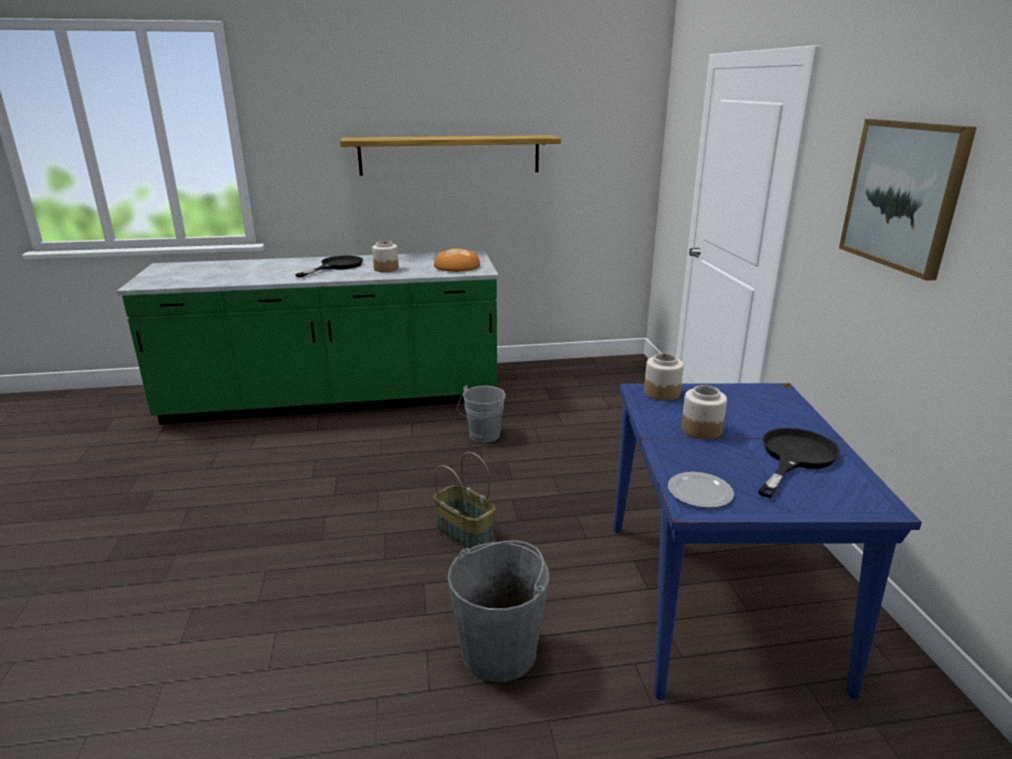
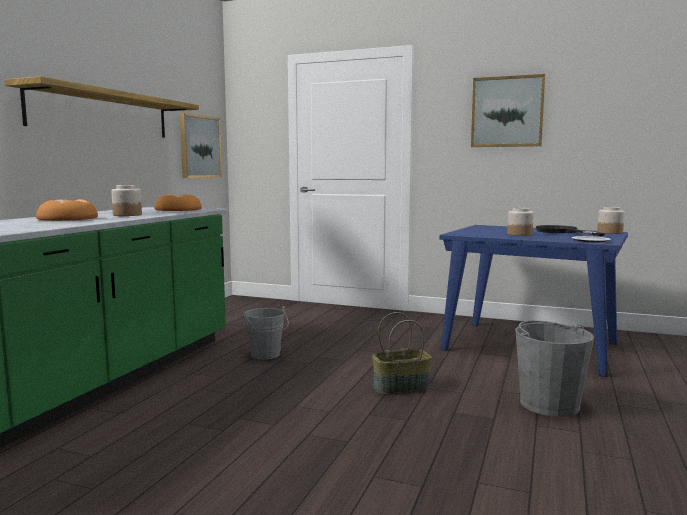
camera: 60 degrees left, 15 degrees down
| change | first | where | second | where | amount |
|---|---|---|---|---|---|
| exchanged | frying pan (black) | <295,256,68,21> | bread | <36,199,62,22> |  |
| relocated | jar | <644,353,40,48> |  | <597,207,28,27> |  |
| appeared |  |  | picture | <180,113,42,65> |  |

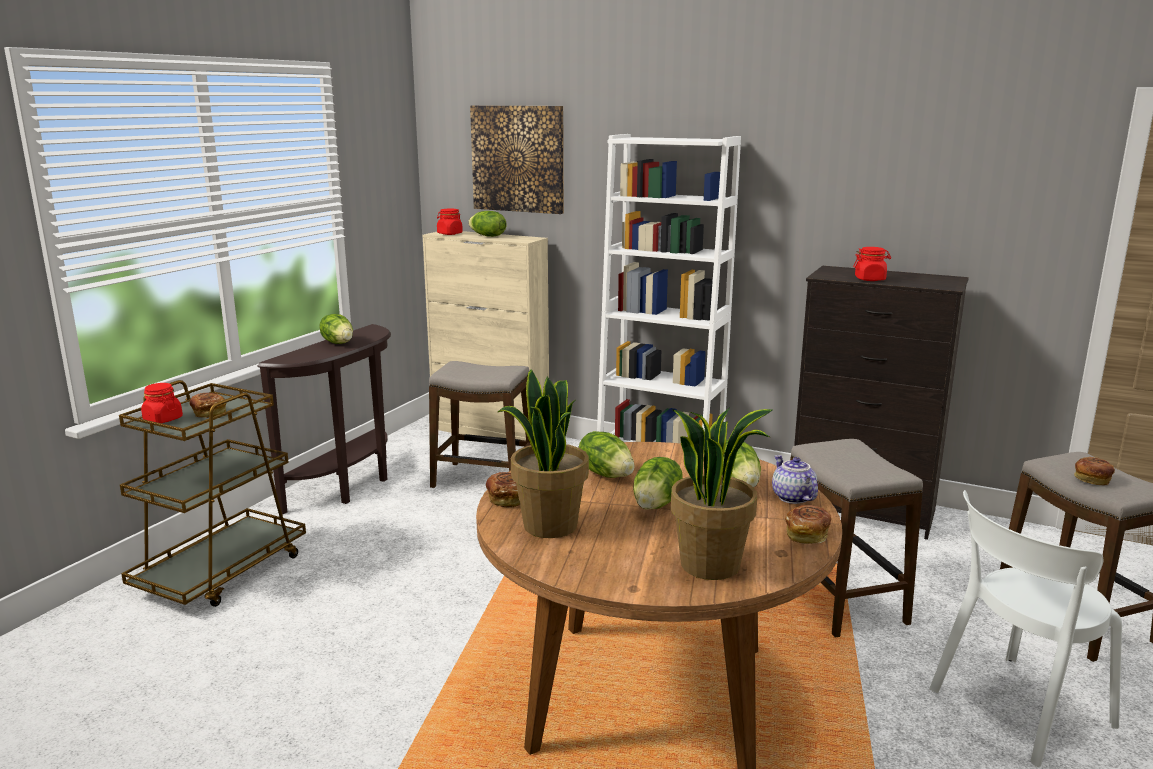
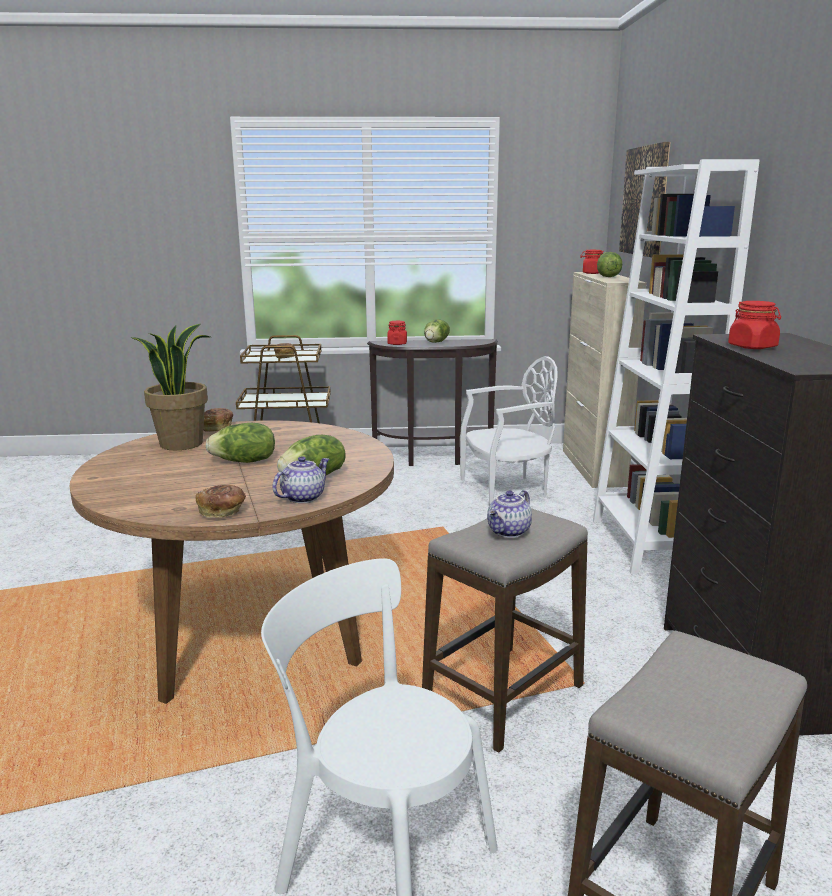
camera: 60 degrees right, 0 degrees up
| change | first | where | second | where | amount |
|---|---|---|---|---|---|
| exchanged | stool | <429,361,102,127> | chair (white) | <460,356,97,149> |  |
| relocated | jar (red) | <141,383,42,40> |  | <387,321,20,24> |  |
| missing | potted plant | <671,408,102,172> |  |  |  |
| missing | lettuce | <579,431,55,47> |  |  |  |
| missing | bread | <1074,457,41,28> |  |  |  |
| appeared |  |  | teapot | <487,490,45,48> |  |

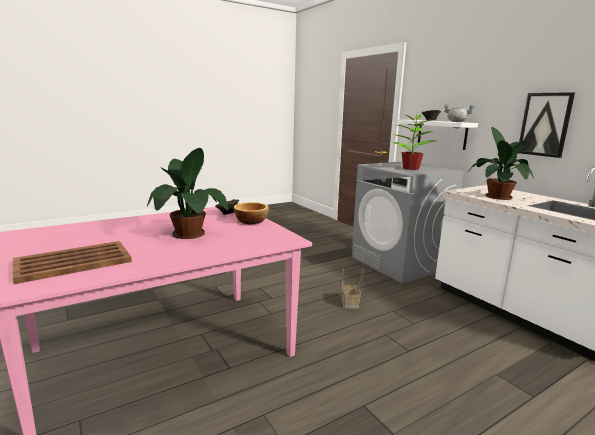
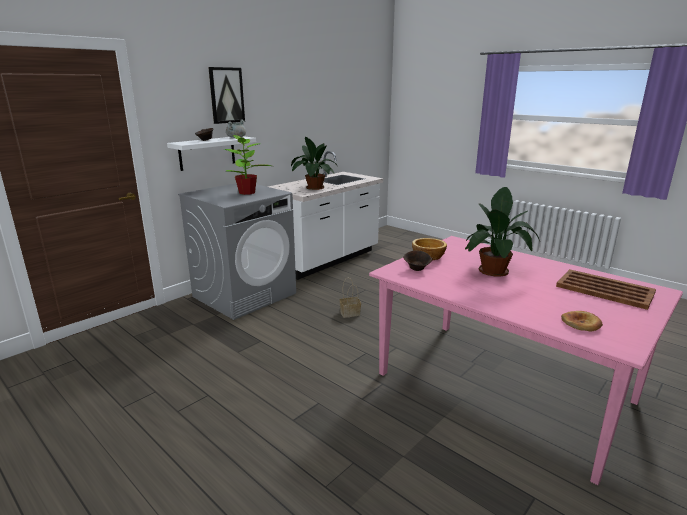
camera: 105 degrees left, 5 degrees up
| change | first | where | second | where | amount |
|---|---|---|---|---|---|
| relocated | picture | <519,92,56,66> |  | <208,67,37,57> |  |
| appeared |  |  | bread | <561,311,42,20> |  |

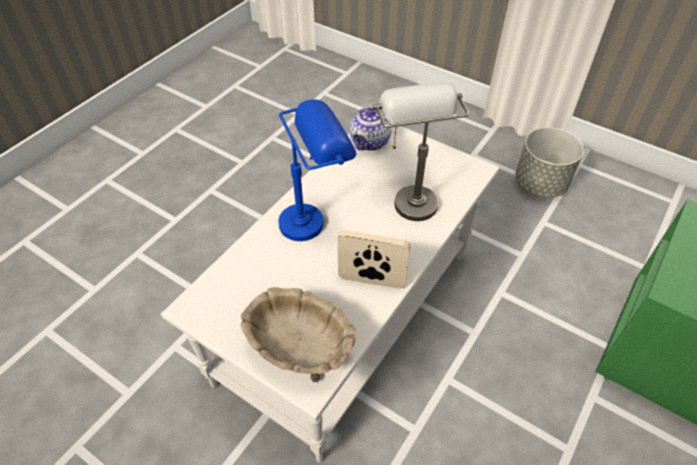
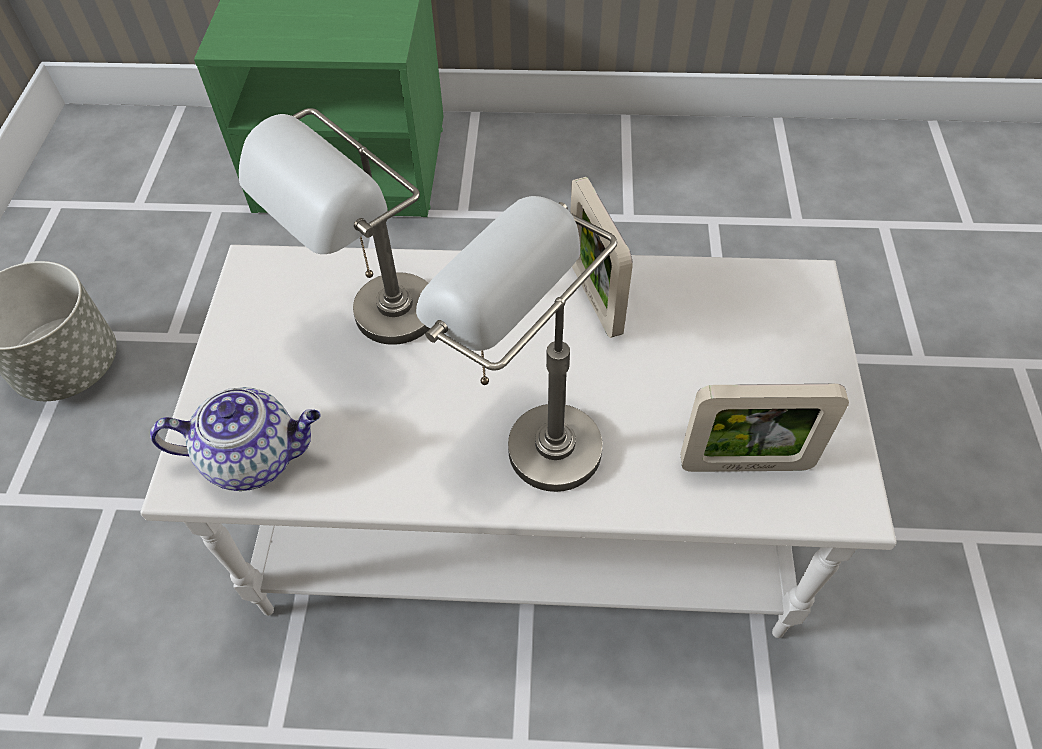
camera: 120 degrees left, 5 degrees up
| change | first | where | second | where | amount |
|---|---|---|---|---|---|
| colour | table lamp (blue) | <278,99,78,142> | table lamp (grey) | <416,196,201,296> |  |
| missing | bowl (beige) | <240,287,116,95> |  |  |  |
| appeared |  |  | picture frame | <680,384,169,88> |  |

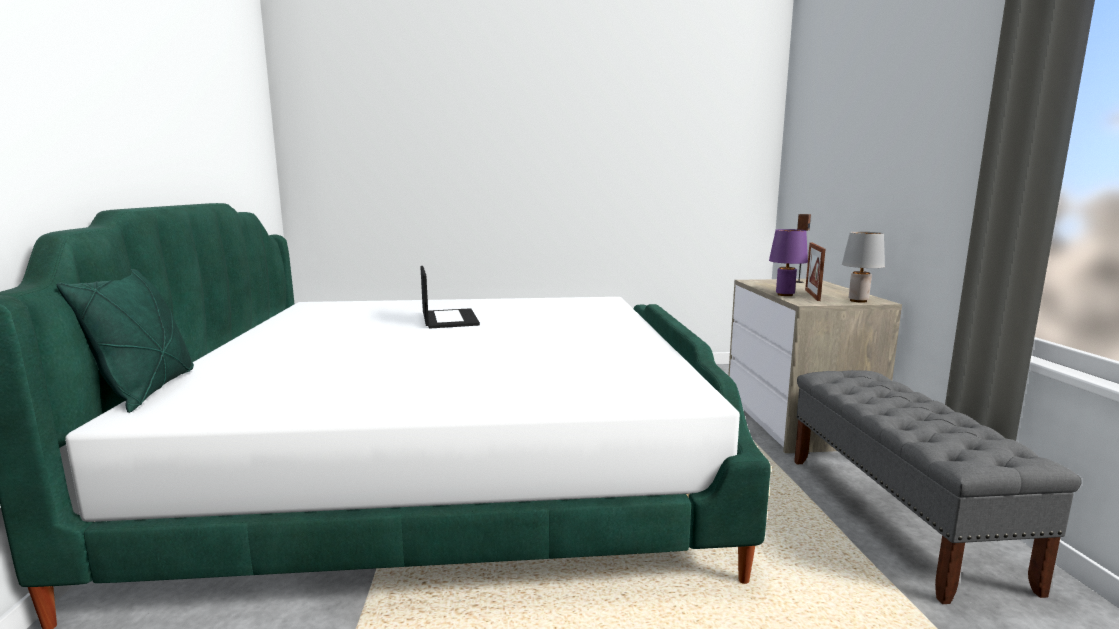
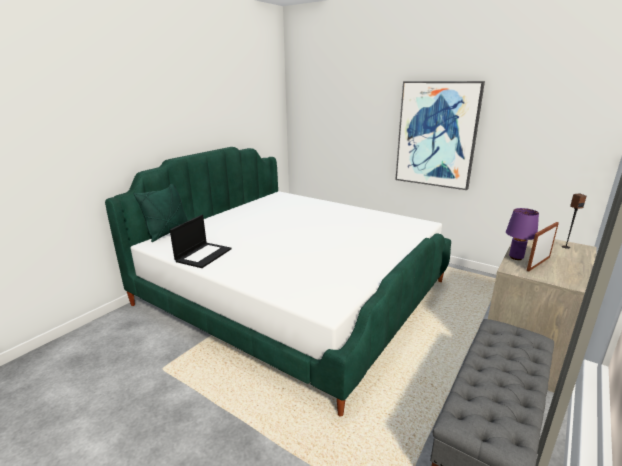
camera: 40 degrees right, 10 degrees up
| change | first | where | second | where | amount |
|---|---|---|---|---|---|
| missing | table lamp (grey) | <842,232,43,71> |  |  |  |
| relocated | laptop | <420,266,60,63> |  | <170,215,61,53> |  |
| appeared |  |  | picture | <395,81,90,109> |  |

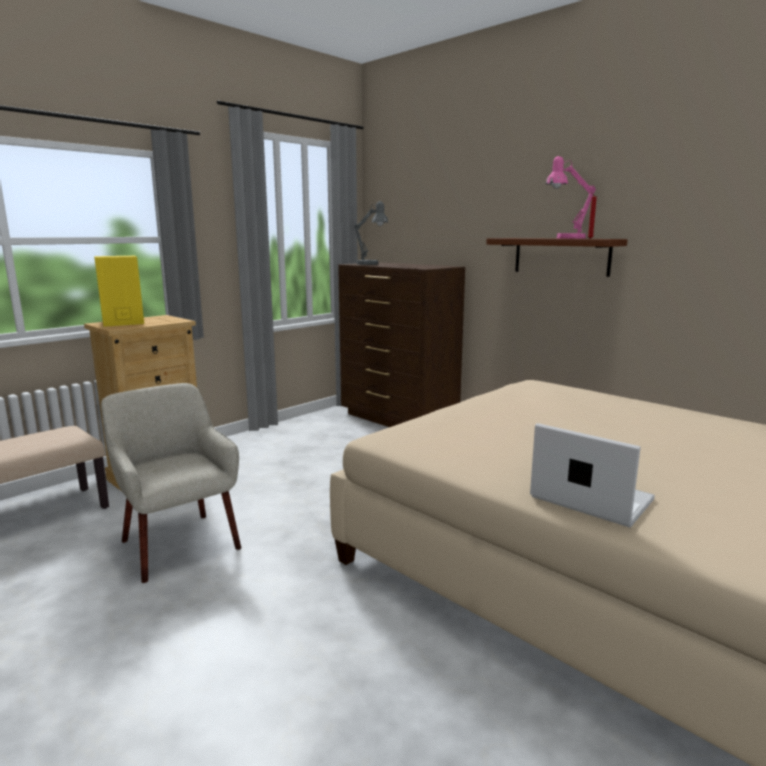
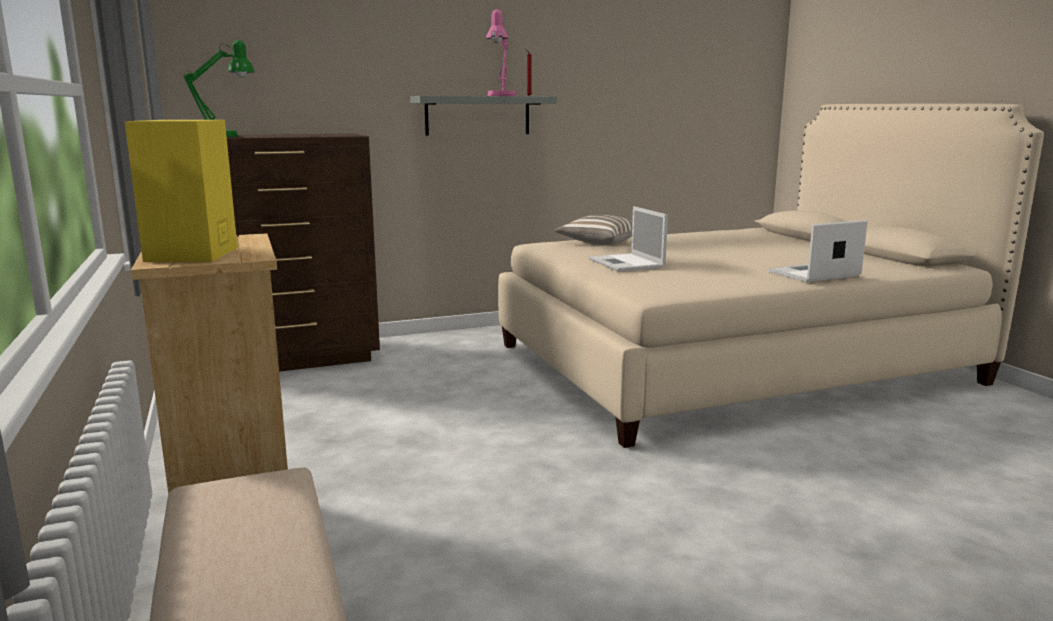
camera: 65 degrees left, 0 degrees up
| change | first | where | second | where | amount |
|---|---|---|---|---|---|
| colour | table lamp (grey) | <354,201,34,64> | table lamp (green) | <183,40,72,97> |  |
| colour | shelf (brown) | <486,238,142,39> | shelf (grey) | <410,96,147,40> |  |
| missing | armchair (beige) | <101,383,140,200> |  |  |  |
| appeared |  |  | laptop | <589,206,79,66> |  |
| appeared |  |  | pillow | <554,215,78,30> |  |

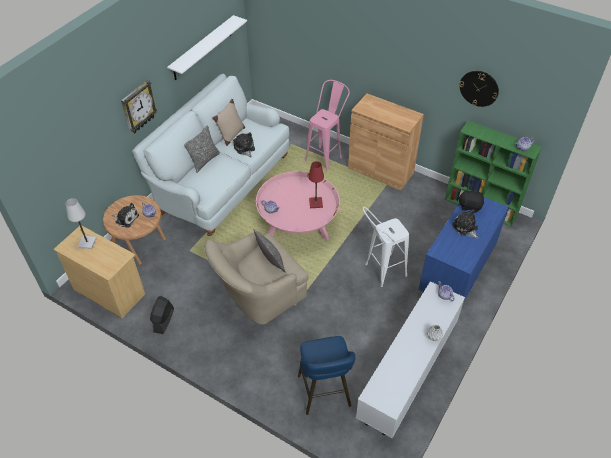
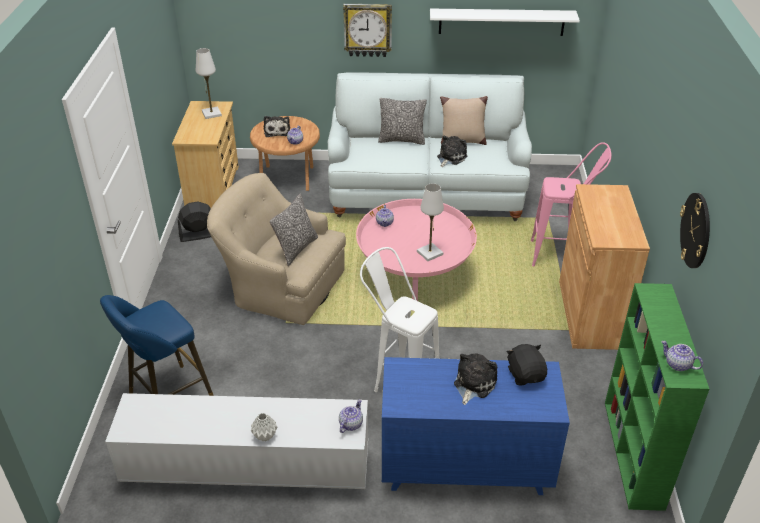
camera: 60 degrees right, 10 degrees down
| change | first | where | second | where | amount |
|---|---|---|---|---|---|
| colour | table lamp (red) | <308,161,16,47> | table lamp (white) | <417,183,27,78> |  |

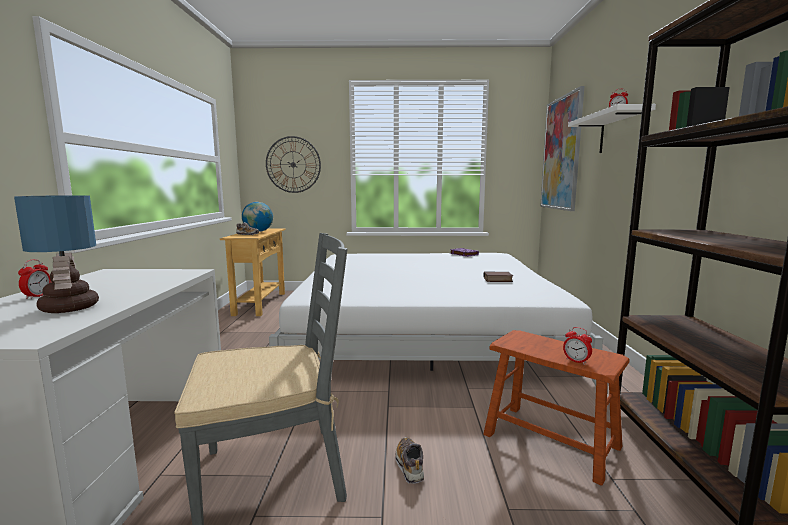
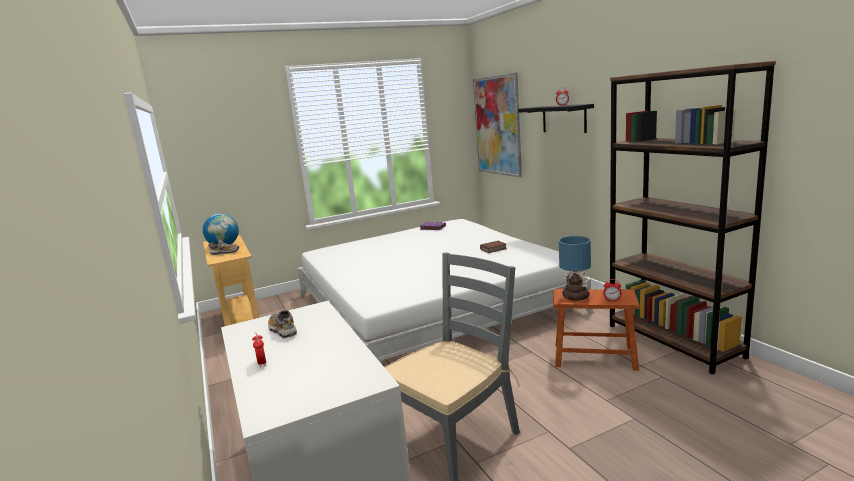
camera: 25 degrees left, 5 degrees up
| change | first | where | second | where | amount |
|---|---|---|---|---|---|
| colour | shelf (white) | <568,104,88,49> | shelf (black) | <518,104,76,29> |  |
| missing | wall clock | <266,136,55,57> |  |  |  |
| relocated | table lamp | <14,195,85,118> |  | <559,236,32,65> |  |
| relocated | shoe | <396,437,28,47> |  | <268,310,29,29> |  |

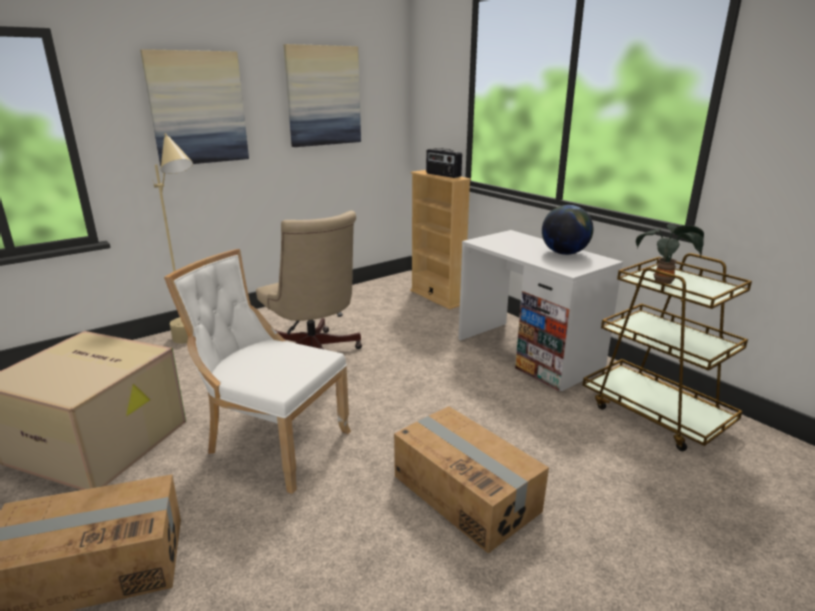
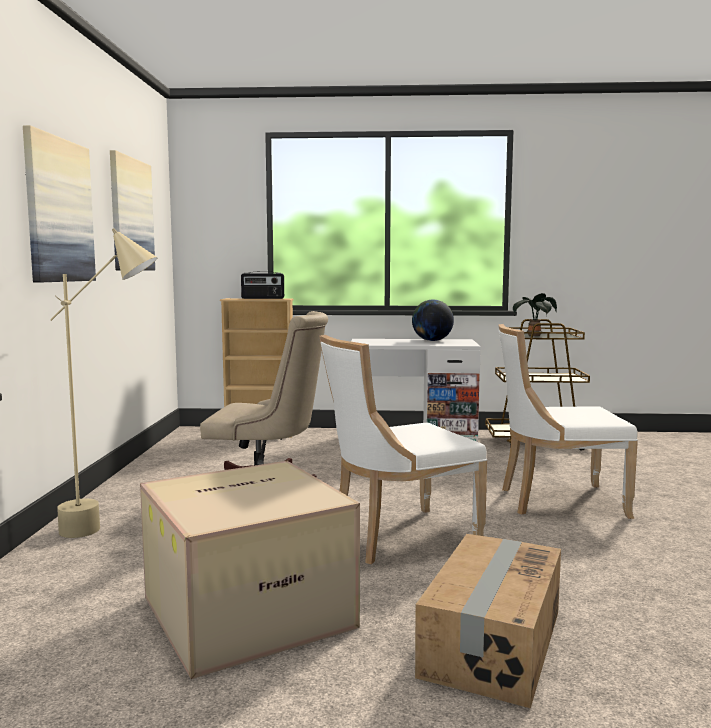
camera: 50 degrees left, 15 degrees down
| change | first | where | second | where | amount |
|---|---|---|---|---|---|
| exchanged | cardboard box | <394,406,155,148> | chair (white) | <498,324,140,195> |  |

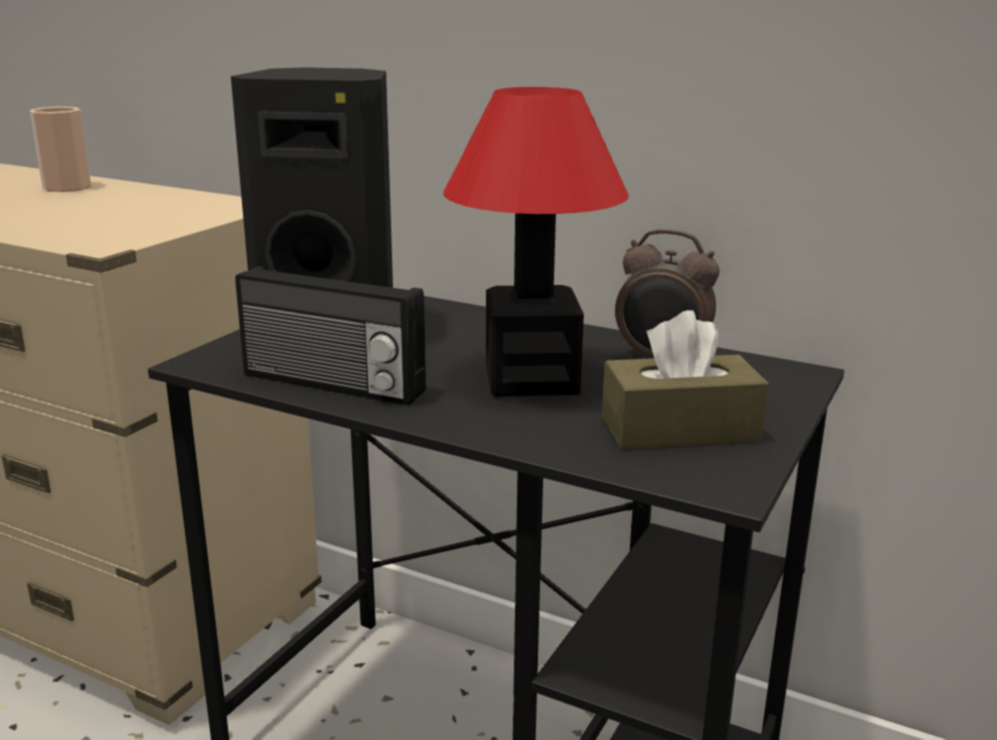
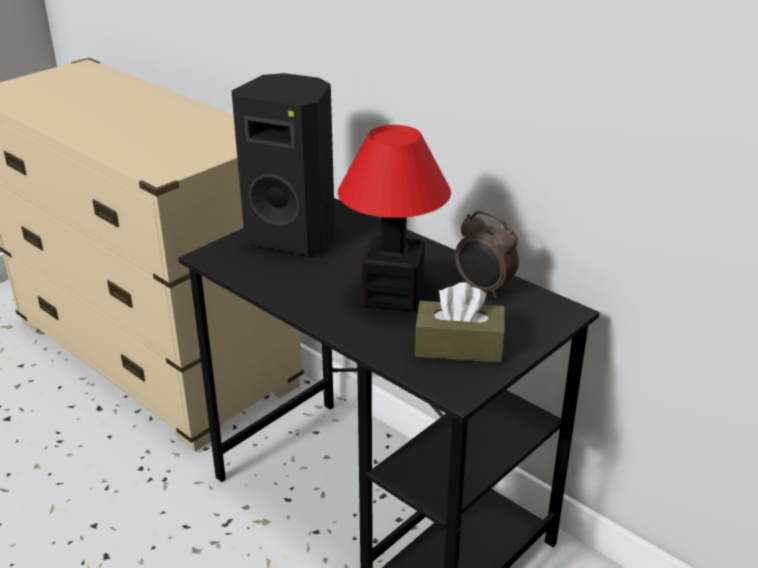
camera: 15 degrees right, 10 degrees up
| change | first | where | second | where | amount |
|---|---|---|---|---|---|
| missing | cup | <30,106,61,86> |  |  |  |
| missing | radio | <235,266,191,140> |  |  |  |

